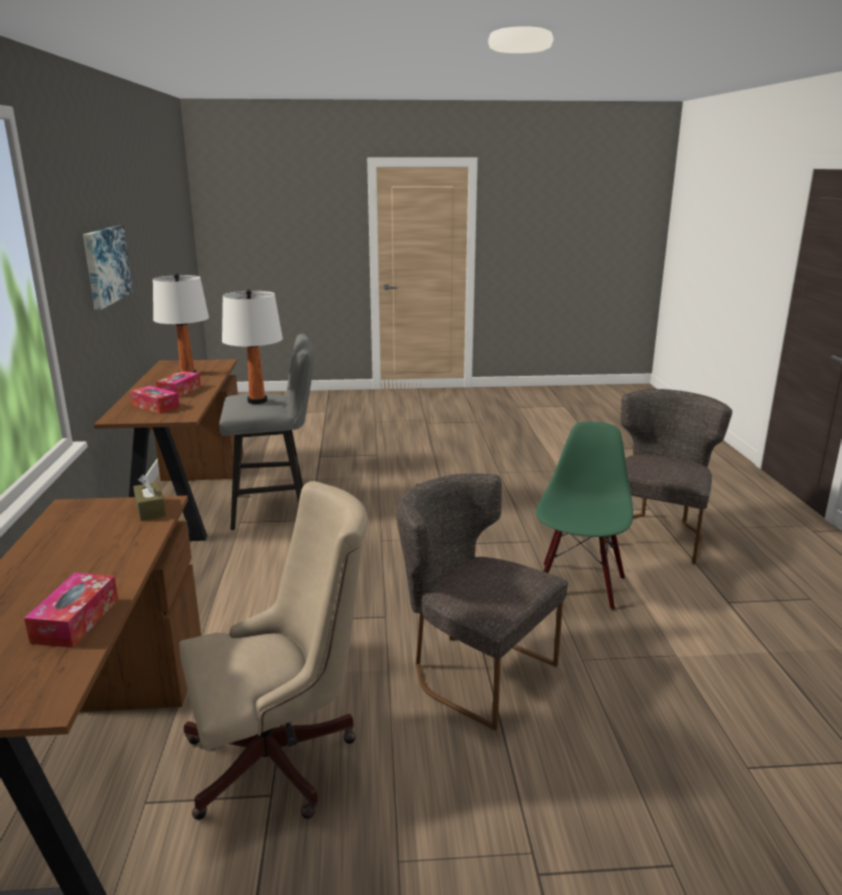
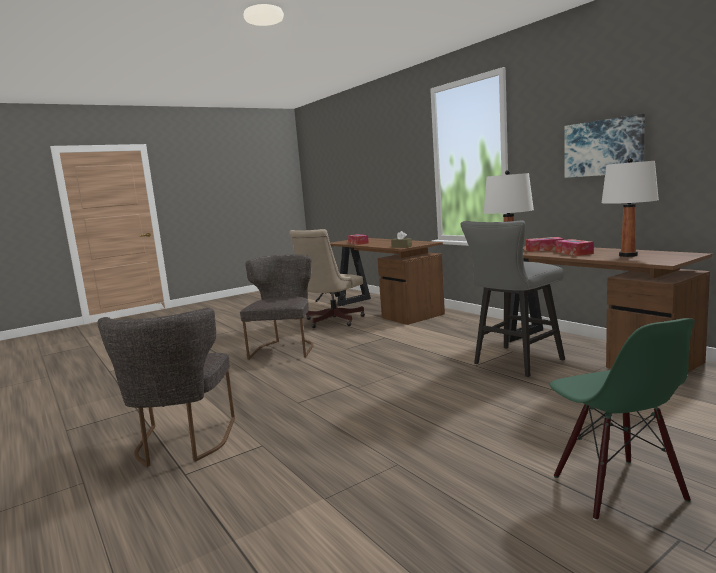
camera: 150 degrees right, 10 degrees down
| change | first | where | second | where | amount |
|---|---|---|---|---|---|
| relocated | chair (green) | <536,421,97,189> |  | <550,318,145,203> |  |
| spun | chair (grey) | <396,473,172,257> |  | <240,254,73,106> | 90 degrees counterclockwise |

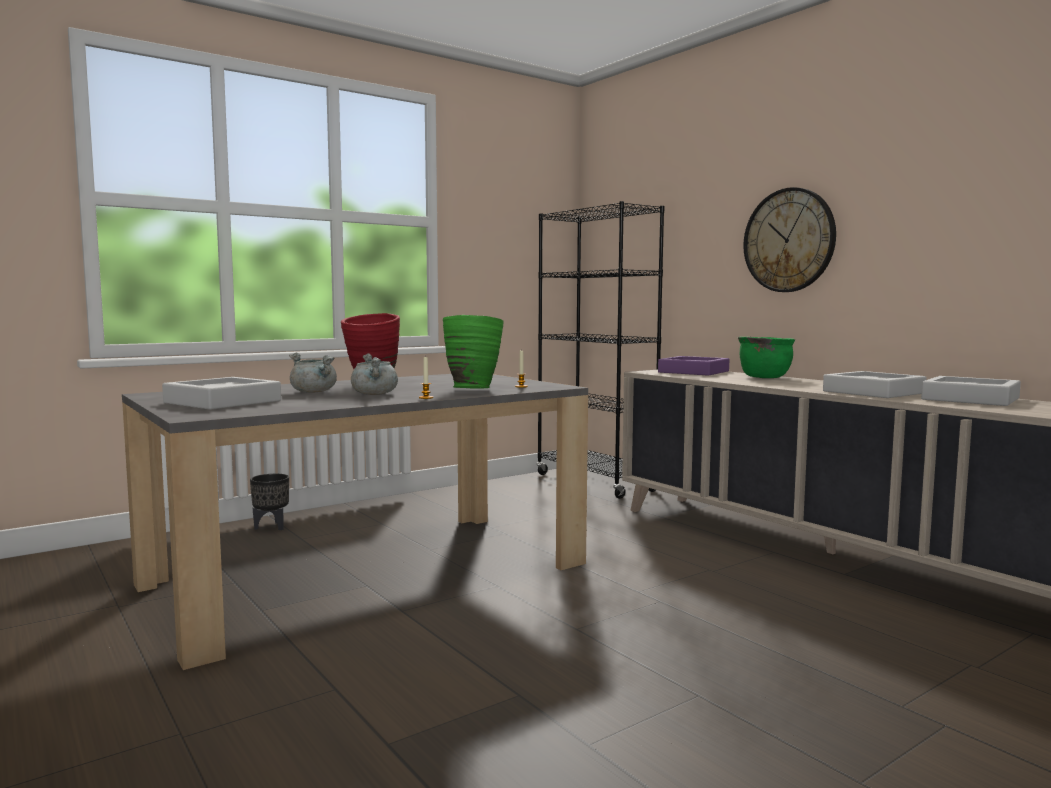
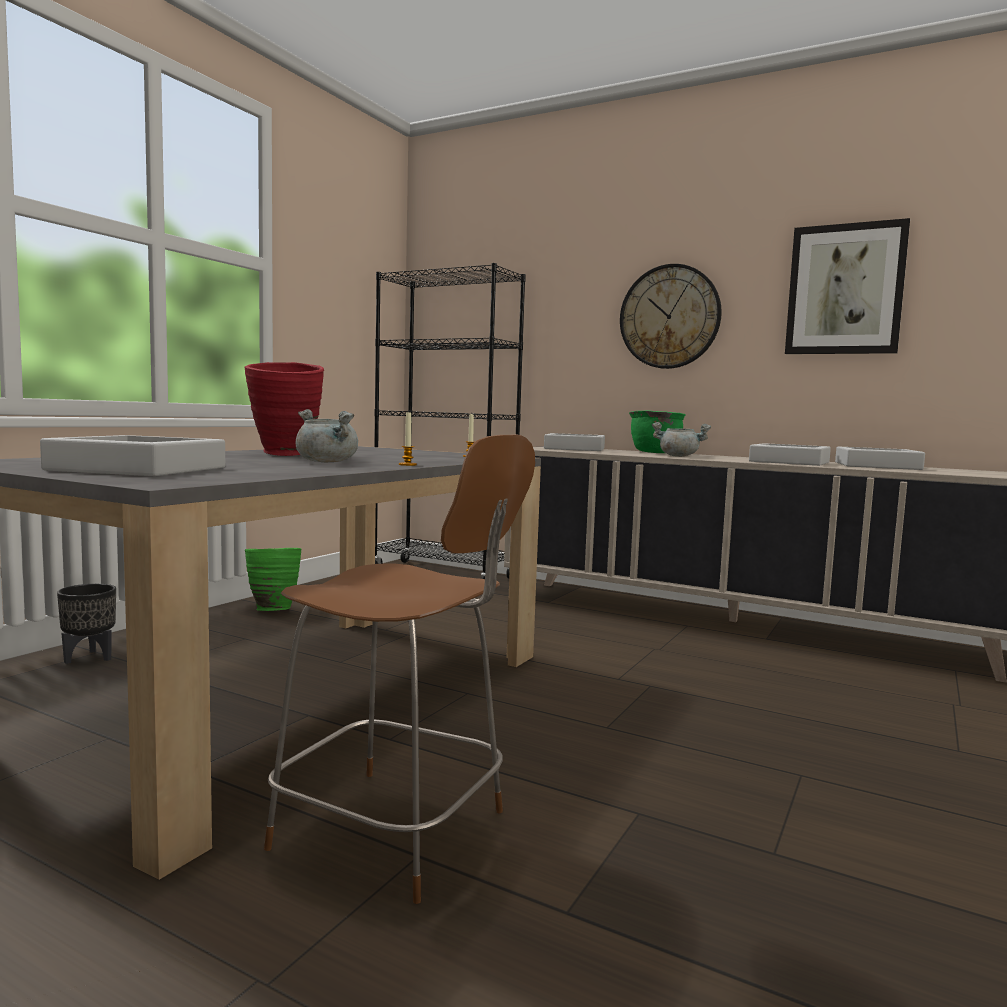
camera: 25 degrees left, 0 degrees up
| change | first | where | second | where | amount |
|---|---|---|---|---|---|
| relocated | vase (green) | <443,315,60,73> |  | <245,548,56,63> |  |
| relocated | cooking pot (grey) | <289,353,48,40> |  | <652,422,59,35> |  |
| colour | tray (purple) | <658,356,71,20> | tray (grey) | <544,433,61,18> |  |
| appeared |  |  | picture | <785,218,125,136> |  |
| appeared |  |  | chair (brown) | <264,434,271,470> |  |

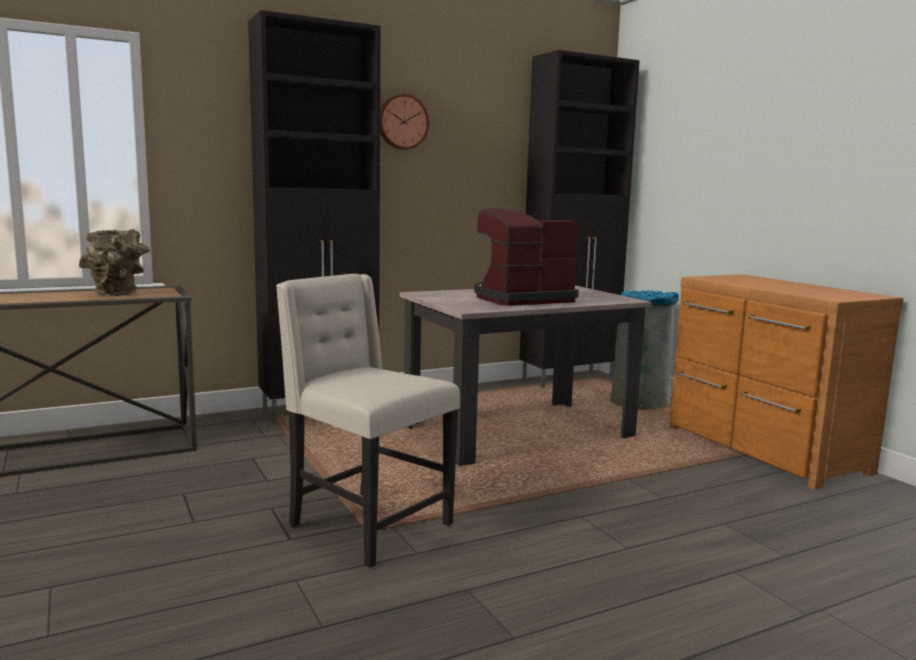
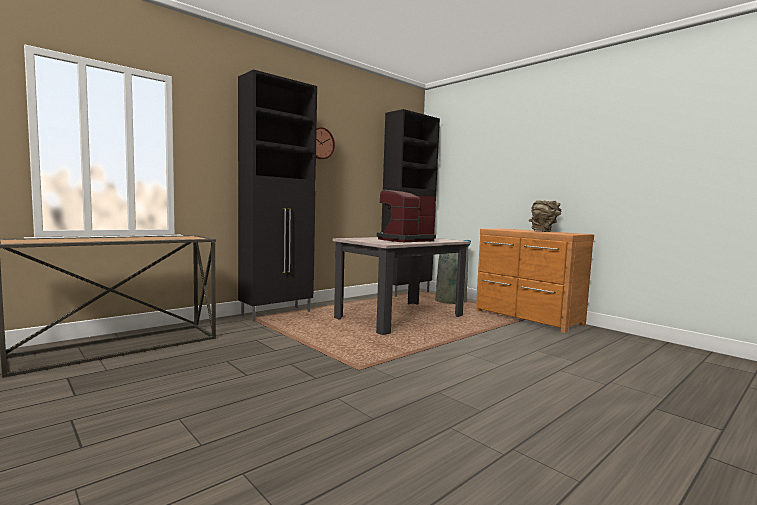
camera: 15 degrees left, 5 degrees down
| change | first | where | second | where | amount |
|---|---|---|---|---|---|
| relocated | vase (brown) | <79,229,70,67> |  | <528,200,34,32> |  |
| missing | chair (beige) | <276,274,184,294> |  |  |  |

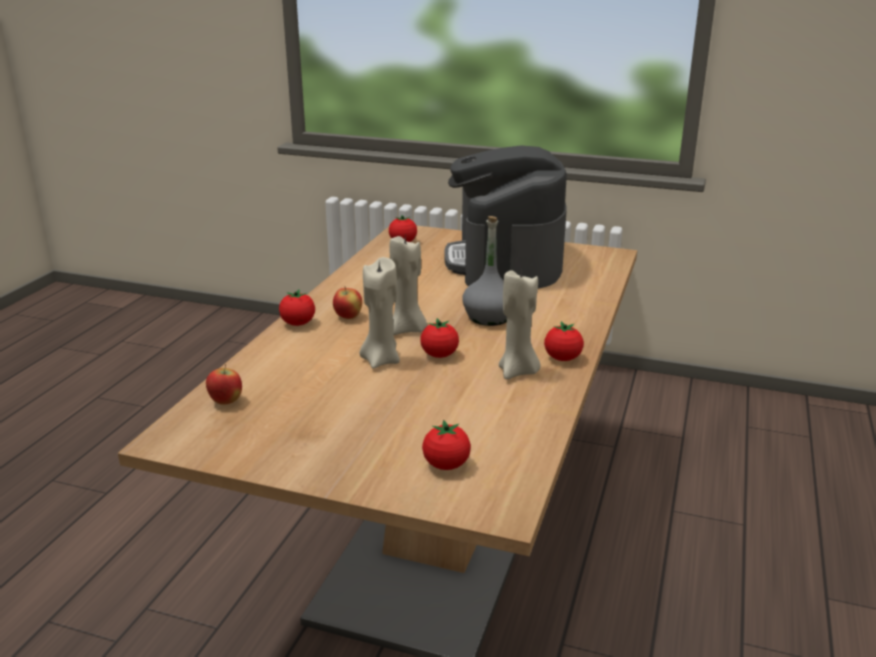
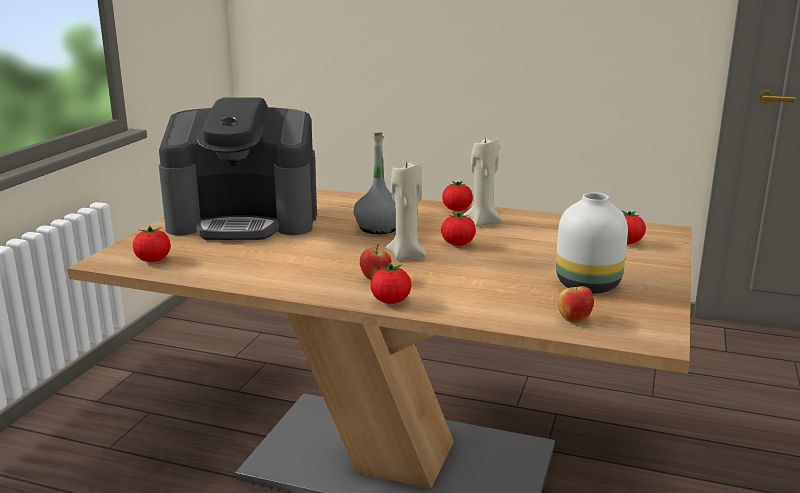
camera: 90 degrees left, 5 degrees down
| change | first | where | second | where | amount |
|---|---|---|---|---|---|
| missing | candle (beige) | <359,257,41,112> |  |  |  |
| appeared |  |  | vase (white) | <556,193,72,100> |  |

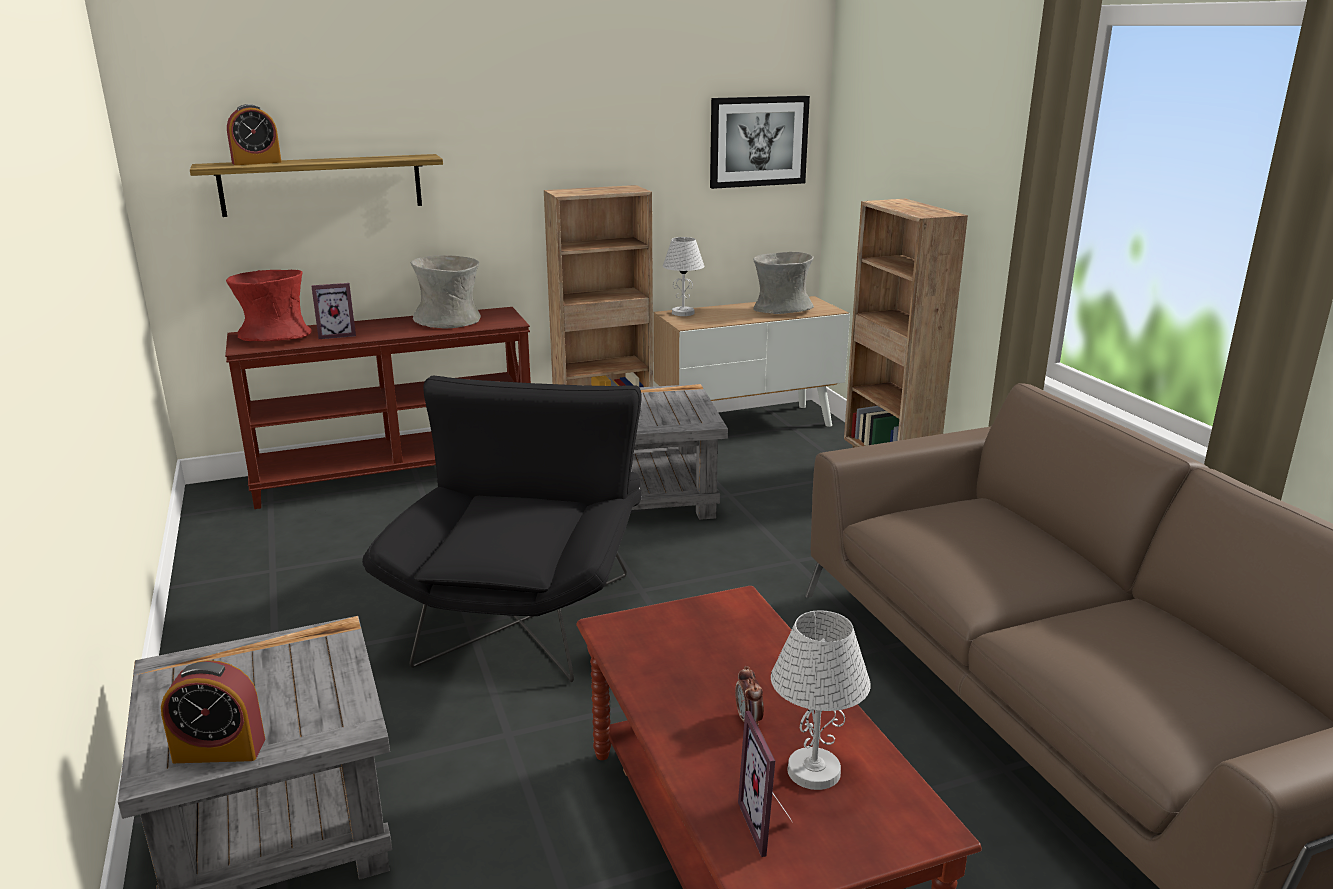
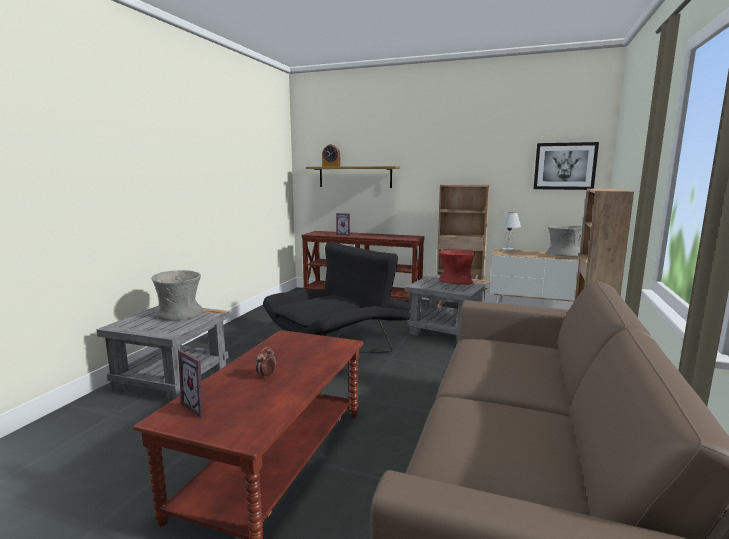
camera: 40 degrees right, 10 degrees down
| change | first | where | second | where | amount |
|---|---|---|---|---|---|
| relocated | vase (grey) | <411,255,70,73> |  | <151,270,52,50> |  |
| relocated | vase (red) | <226,270,86,71> |  | <439,250,36,35> |  |
| missing | table lamp (white) | <771,610,100,180> |  |  |  |
| missing | alarm clock | <161,660,104,103> |  |  |  |
| spun | picture frame | <738,711,54,146> |  | <178,350,34,68> | 75 degrees counterclockwise |

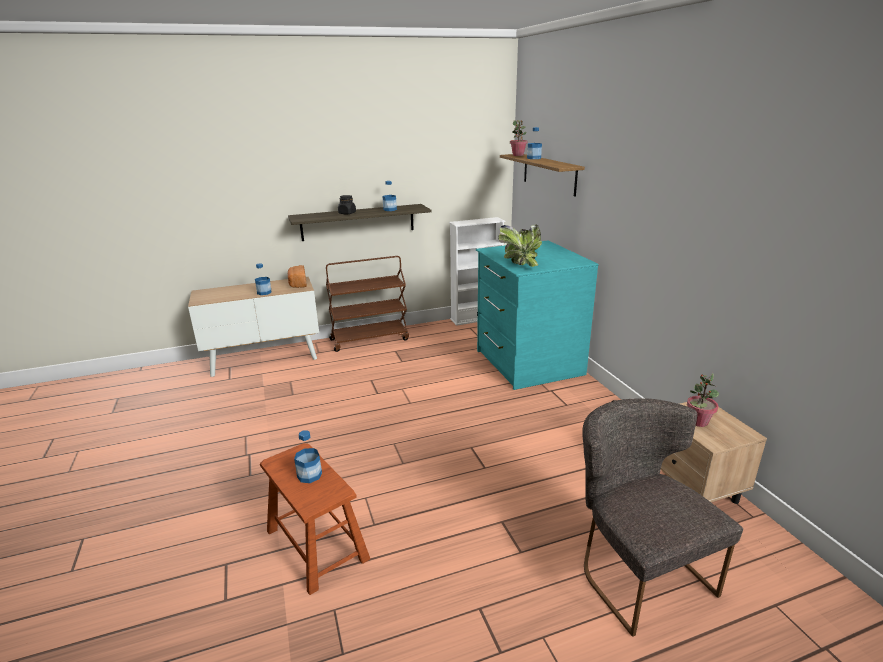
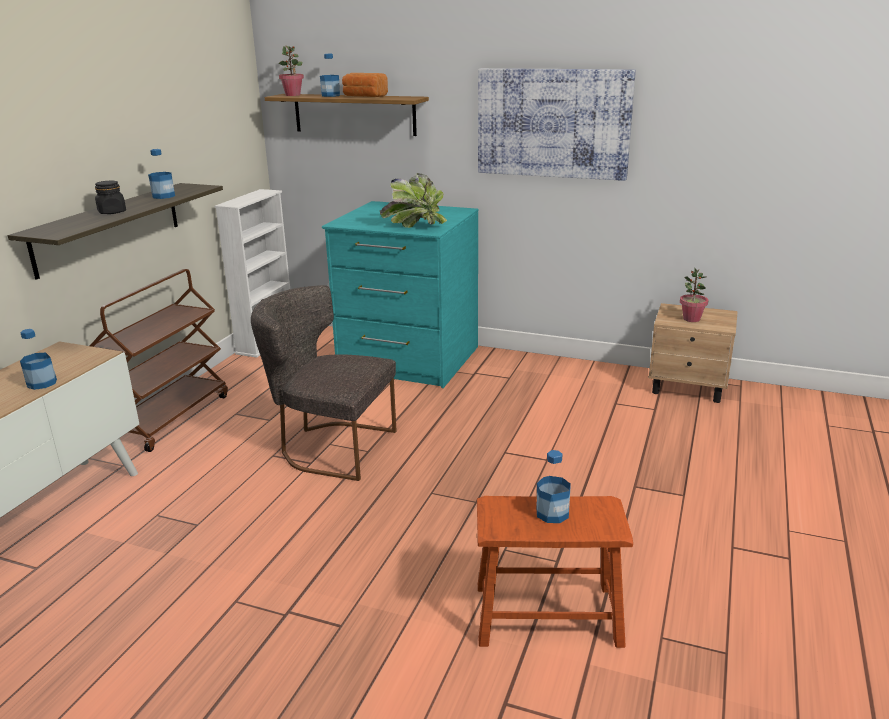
camera: 50 degrees left, 0 degrees up
| change | first | where | second | where | amount |
|---|---|---|---|---|---|
| relocated | bread | <288,265,19,23> |  | <342,73,46,24> |  |
| relocated | chair (grey) | <582,398,161,239> |  | <251,285,146,196> |  |
| appeared |  |  | picture | <478,68,158,113> |  |

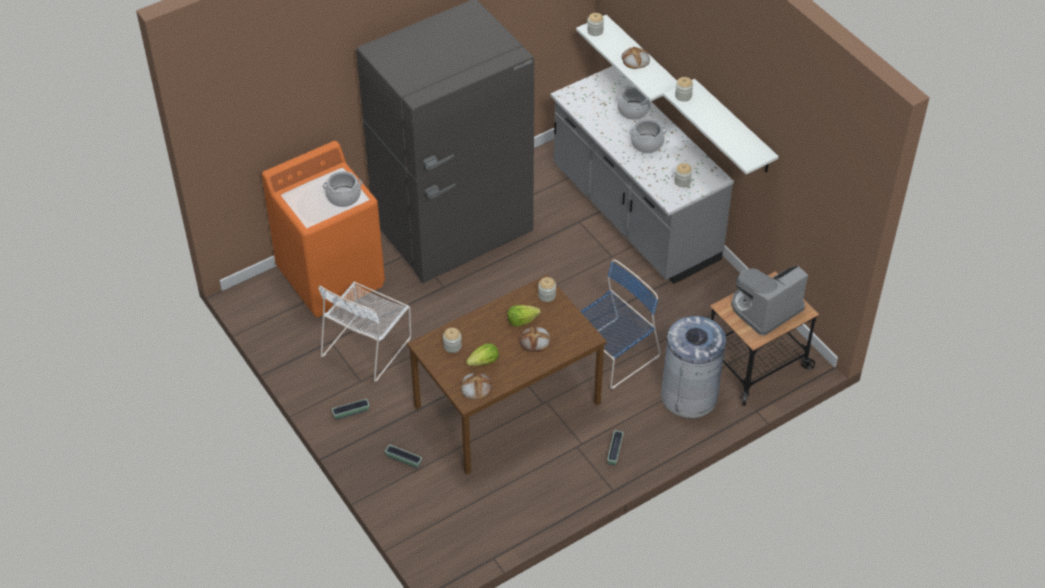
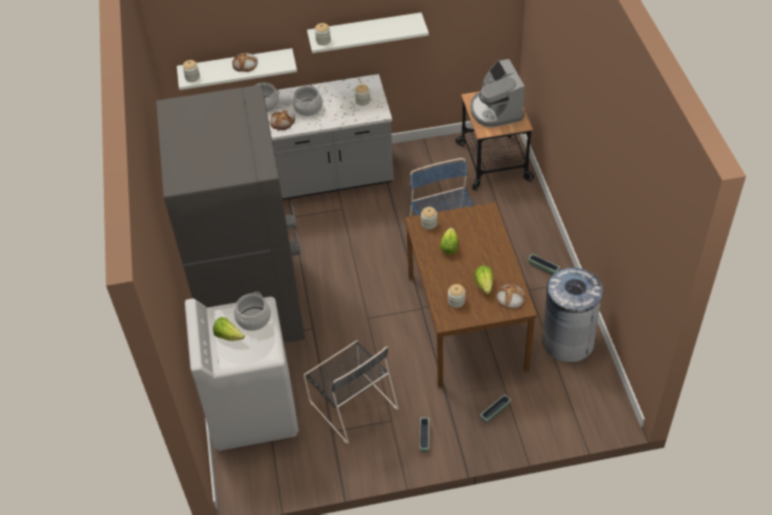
camera: 65 degrees left, 0 degrees up
| change | first | where | second | where | amount |
|---|---|---|---|---|---|
| colour | washing machine (orange) | <262,141,123,176> | washing machine (white) | <185,297,114,154> |  |
| colour | chair (white) | <318,282,93,100> | chair (black) | <304,341,94,103> |  |
| relocated | trash can (grey) | <661,316,65,102> |  | <542,268,61,94> |  |
| relocated | bread | <520,326,30,26> |  | <270,110,25,20> |  |
| appeared |  |  | lettuce | <213,317,32,24> |  |

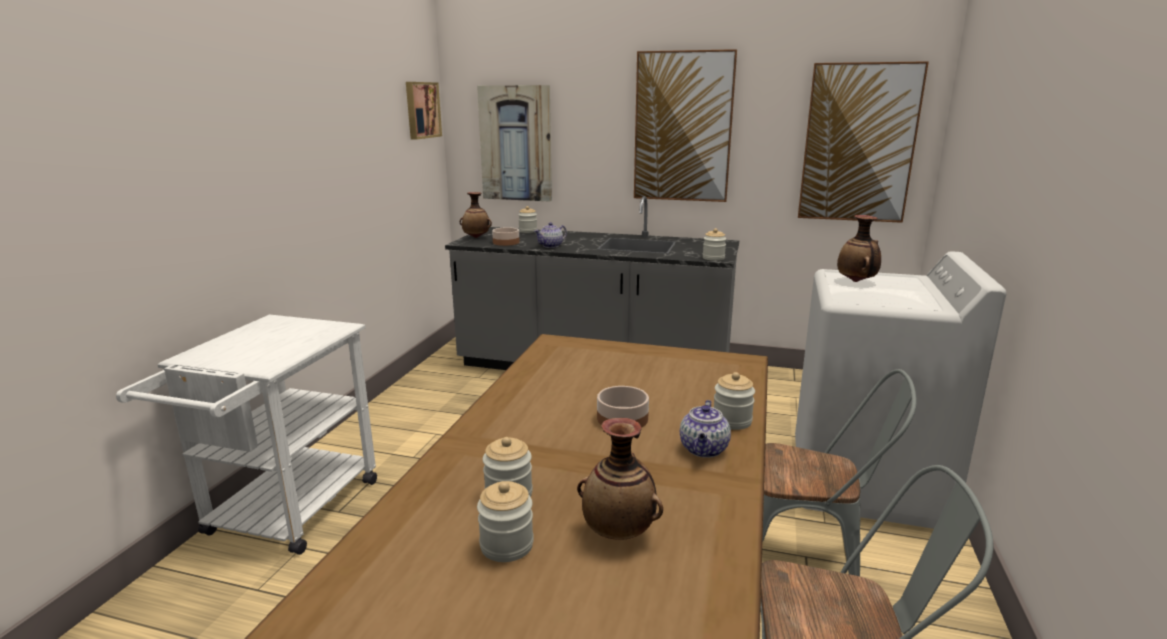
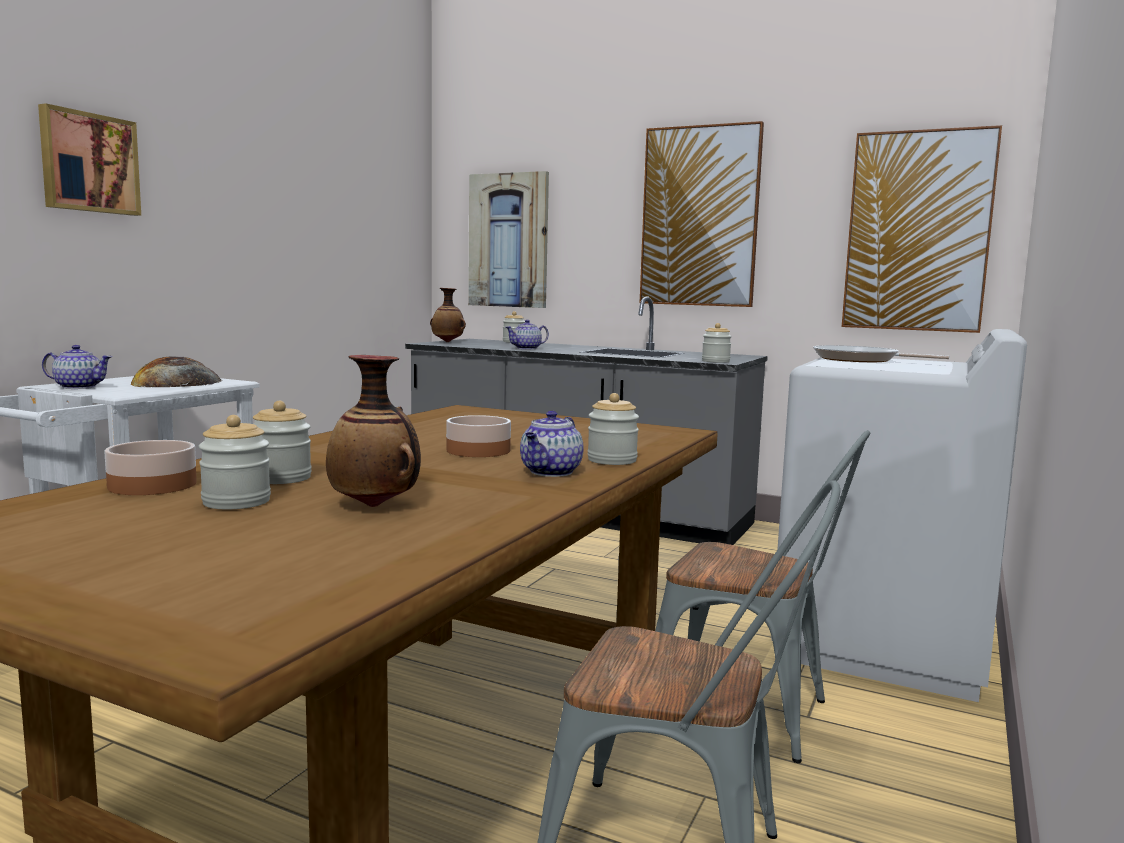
camera: 10 degrees right, 10 degrees down
| change | first | where | second | where | amount |
|---|---|---|---|---|---|
| relocated | picture | <406,82,36,58> |  | <38,103,103,113> |  |
| exchanged | vase | <837,215,44,67> | frying pan | <813,345,136,17> |  |
| relocated | bowl | <492,227,27,19> |  | <104,440,93,55> |  |
| appeared |  |  | teapot | <42,345,70,44> |  |
| appeared |  |  | bread | <130,356,91,31> |  |

